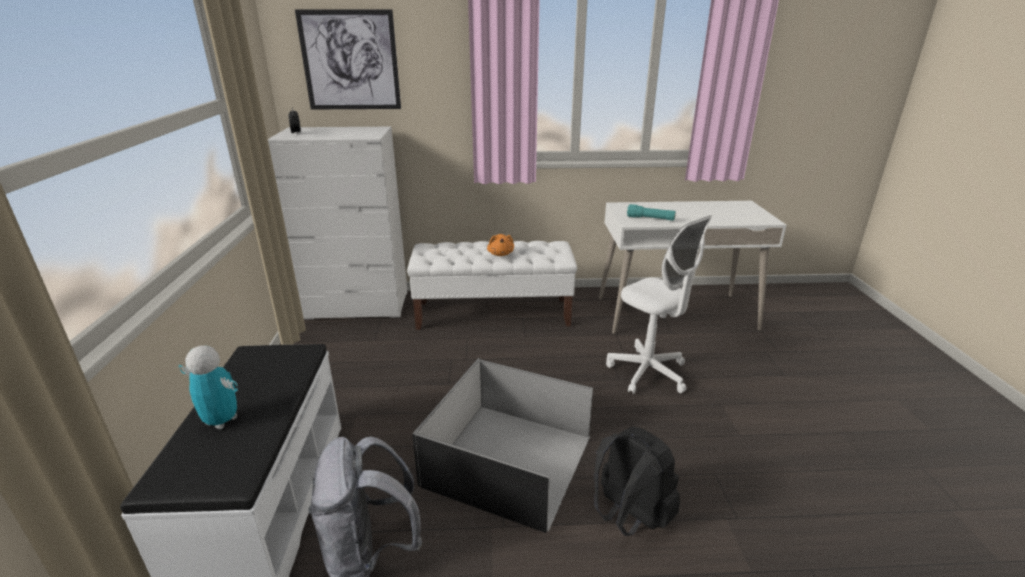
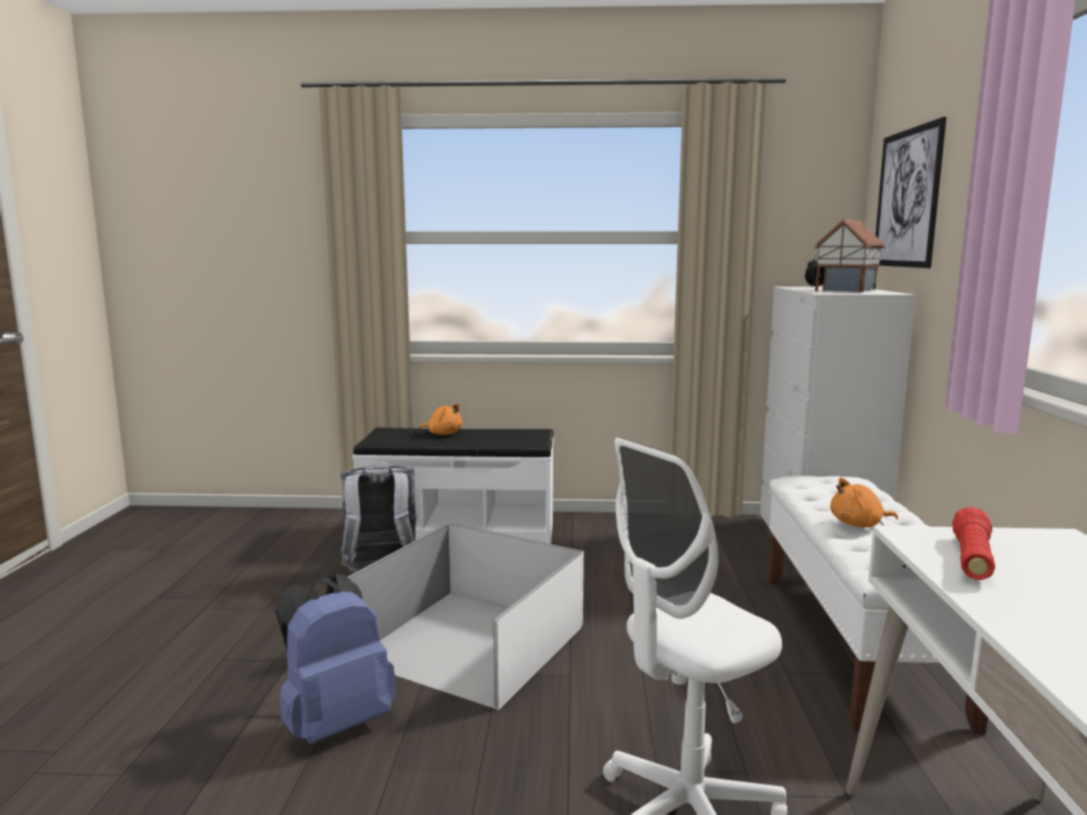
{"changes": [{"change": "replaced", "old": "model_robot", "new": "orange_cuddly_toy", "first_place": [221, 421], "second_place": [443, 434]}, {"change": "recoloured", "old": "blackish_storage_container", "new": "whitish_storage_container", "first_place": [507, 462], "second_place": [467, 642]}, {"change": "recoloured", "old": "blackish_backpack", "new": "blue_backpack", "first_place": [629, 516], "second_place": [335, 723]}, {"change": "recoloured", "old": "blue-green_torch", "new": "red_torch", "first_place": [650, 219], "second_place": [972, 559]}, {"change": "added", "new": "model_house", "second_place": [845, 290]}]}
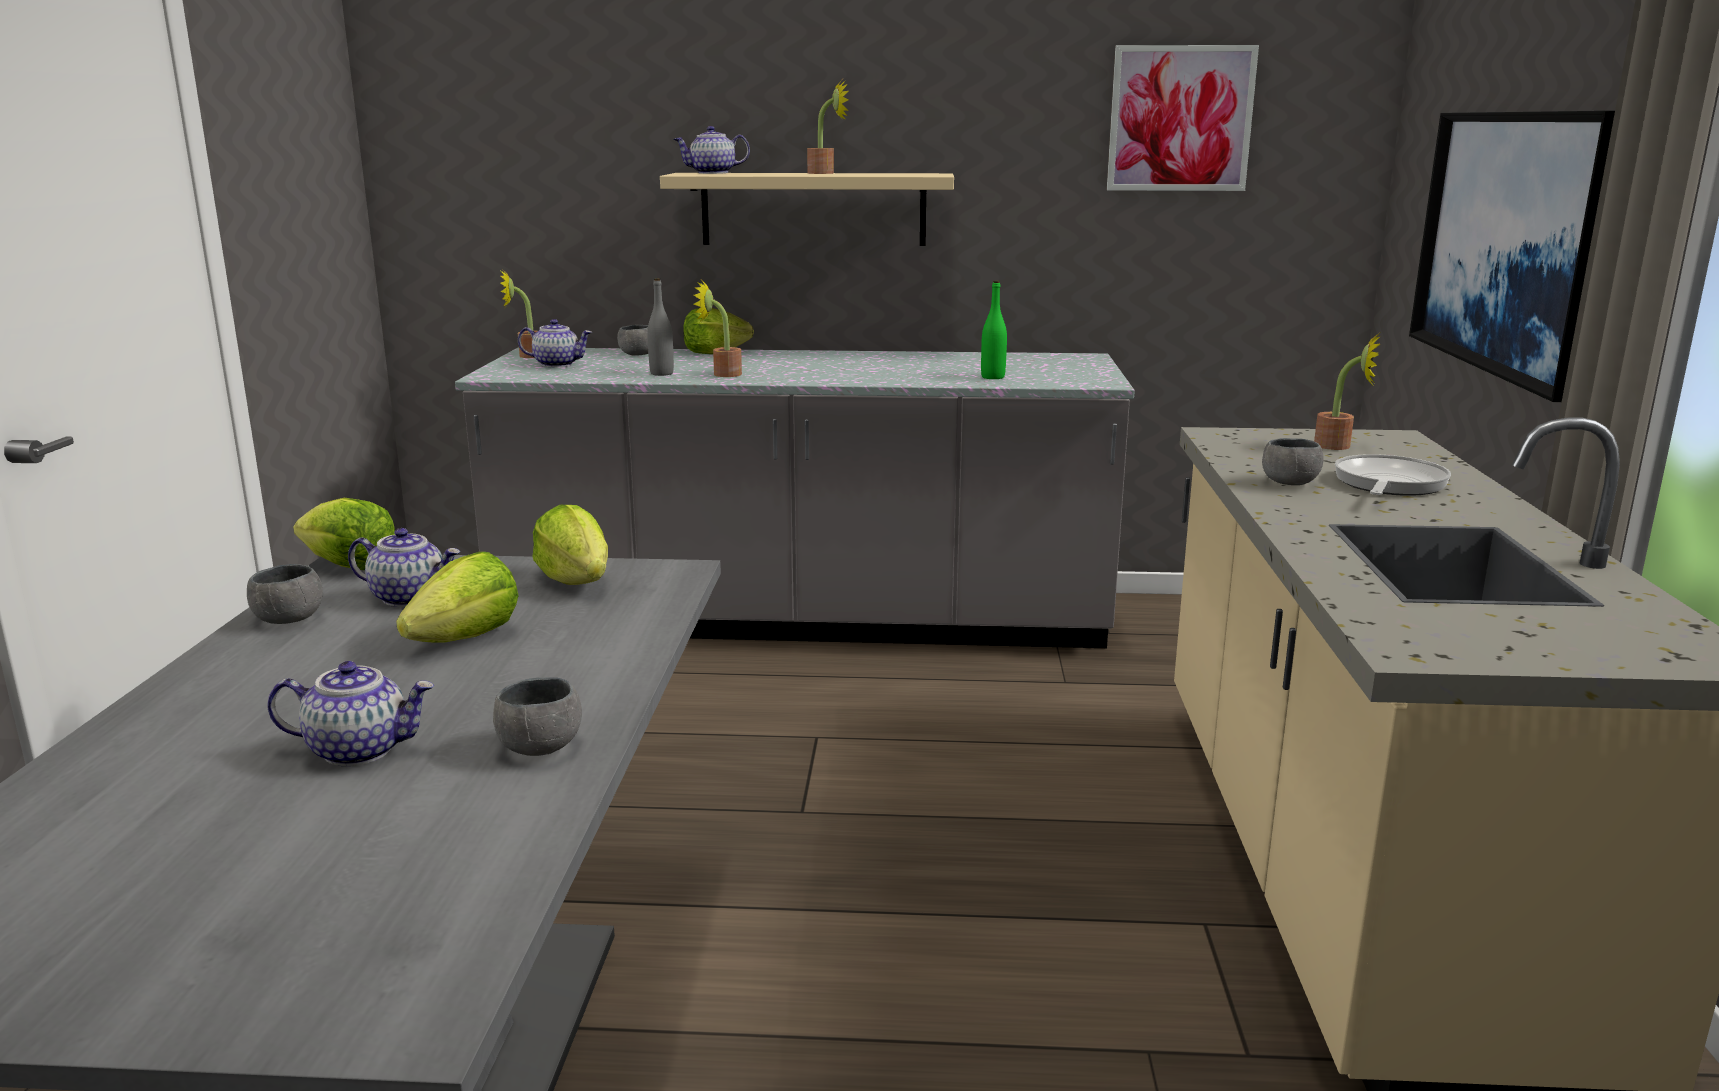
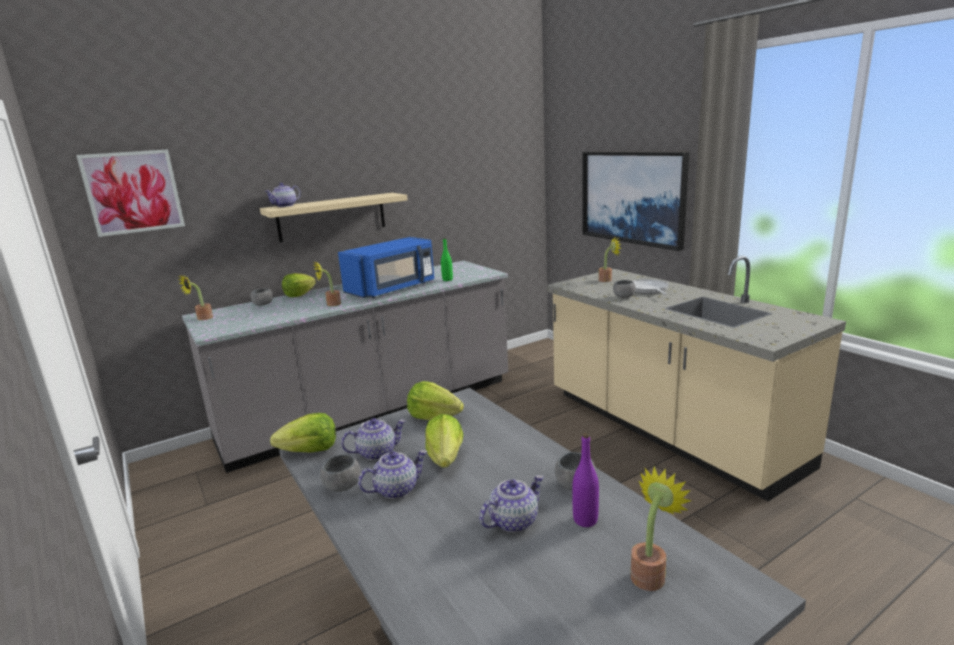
{"changes": [{"change": "moved", "old": "pot_for_tea", "first_place": [557, 364], "second_place": [396, 489]}, {"change": "removed", "old": "greyish_beverage_bottle", "first_place": [661, 373]}, {"change": "moved", "old": "potted_plant", "first_place": [826, 173], "second_place": [650, 573]}, {"change": "moved", "old": "wall_picture", "first_place": [1180, 119], "second_place": [133, 192]}, {"change": "added", "new": "blue_microwave_oven", "second_place": [393, 289]}, {"change": "added", "new": "purple_beverage_bottle", "second_place": [585, 520]}]}
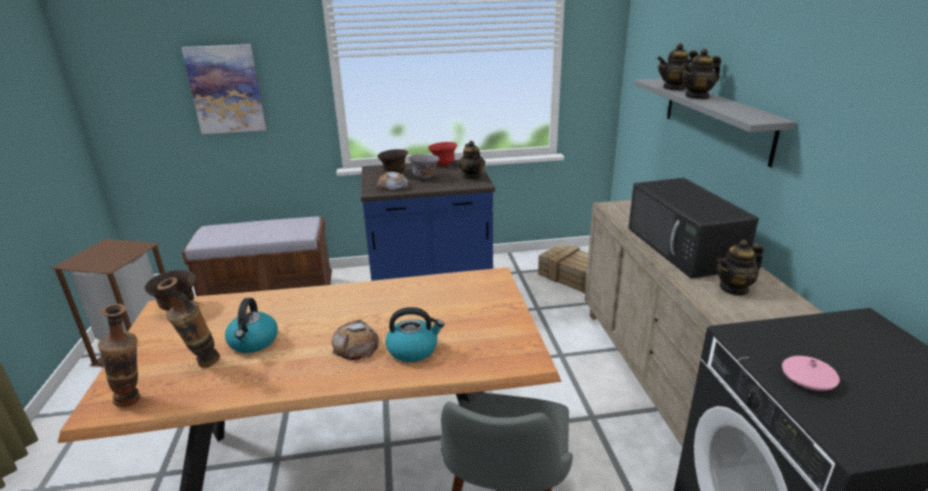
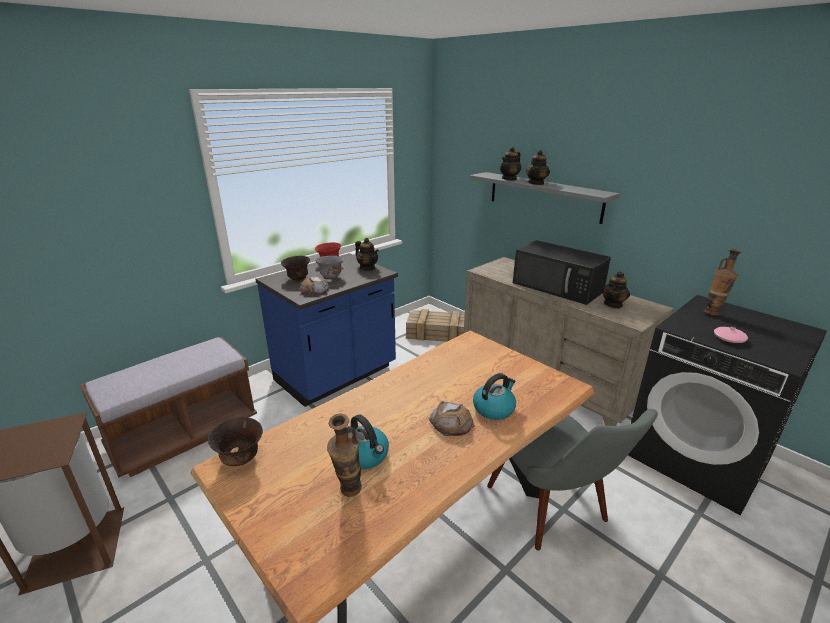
{"changes": [{"change": "moved", "old": "flower_vase", "first_place": [135, 400], "second_place": [713, 312]}, {"change": "removed", "old": "wall_picture", "first_place": [226, 89]}]}
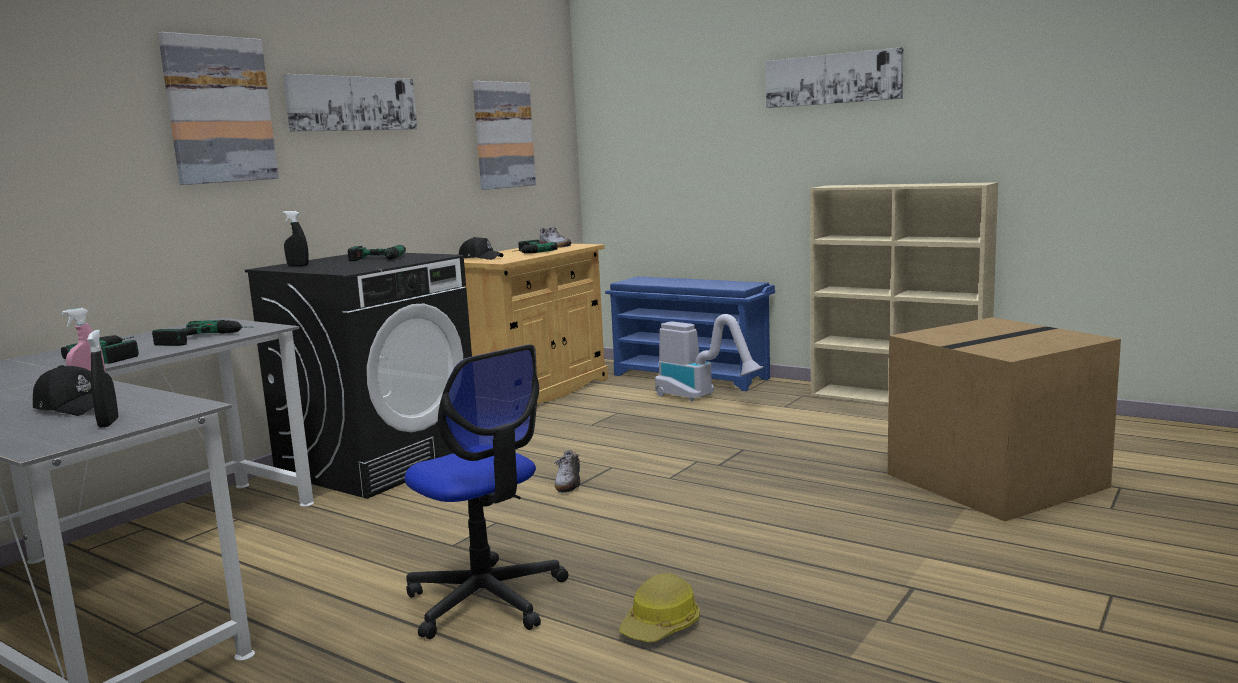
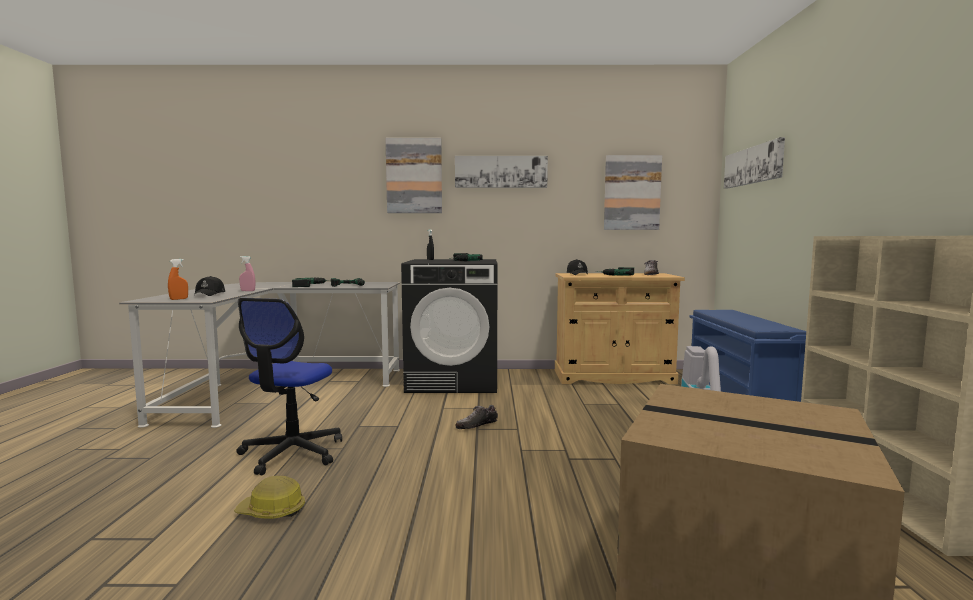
{"changes": [{"change": "recoloured", "old": "blackish_spray_bottle", "new": "orange_spray_bottle", "first_place": [108, 423], "second_place": [179, 299]}, {"change": "moved", "old": "wall_picture", "first_place": [833, 79], "second_place": [753, 165]}]}
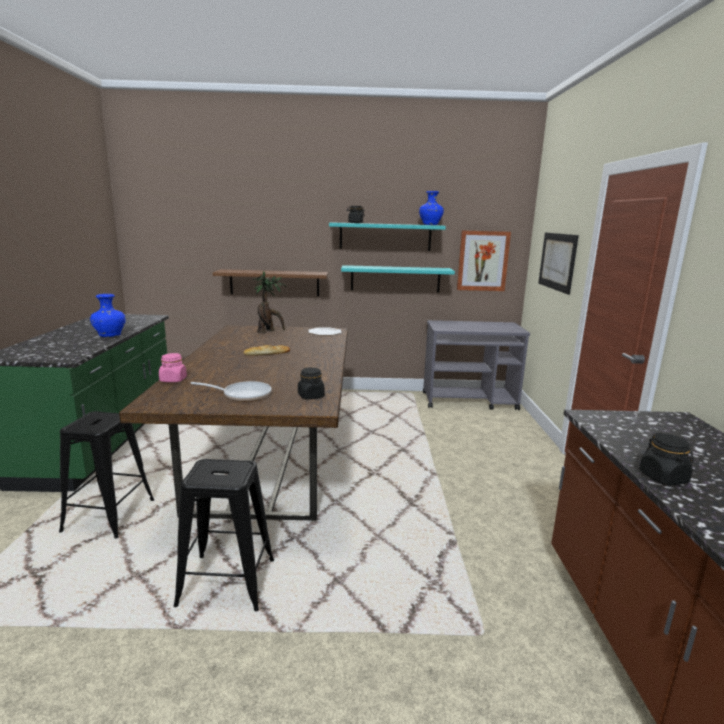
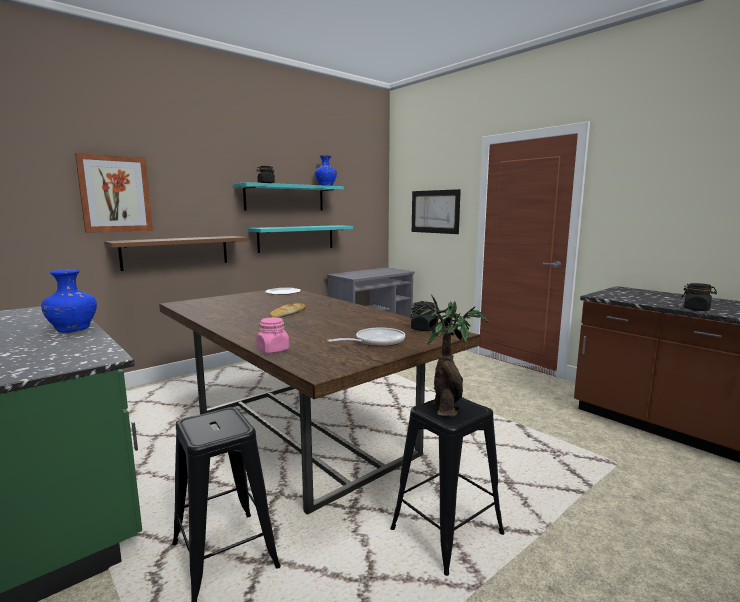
{"changes": [{"change": "moved", "old": "potted_plant", "first_place": [268, 331], "second_place": [446, 408]}, {"change": "moved", "old": "wall_picture", "first_place": [482, 261], "second_place": [115, 194]}]}
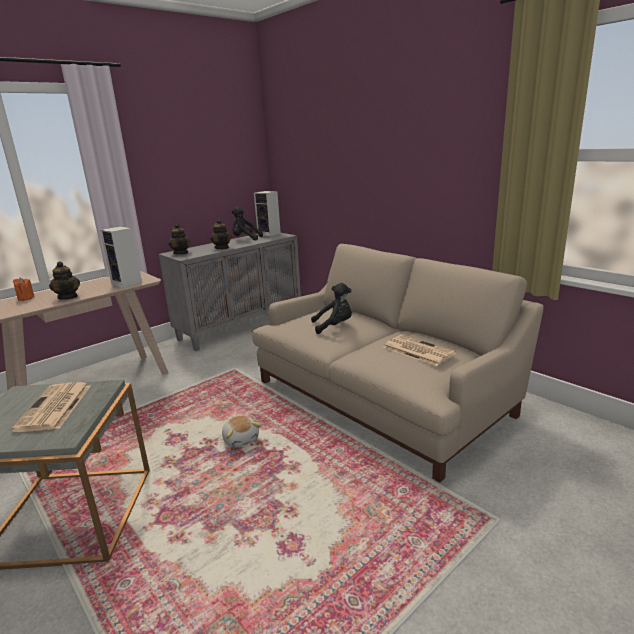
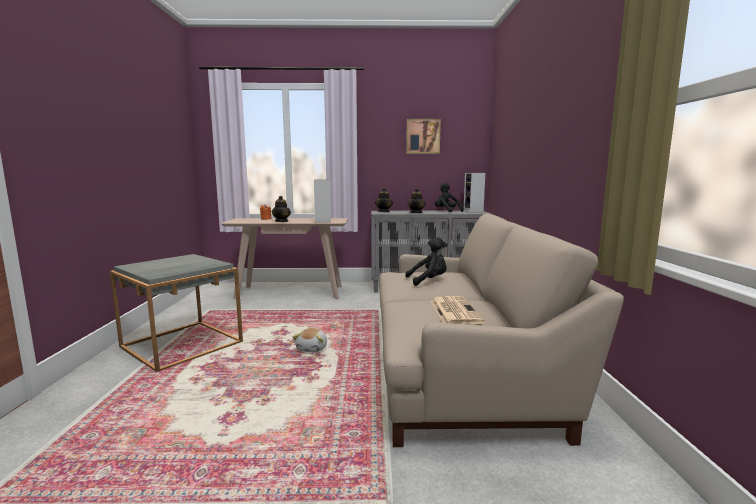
{"changes": [{"change": "removed", "old": "newspaper", "first_place": [54, 408]}, {"change": "turned", "old": "blackish_cuddly_toy", "first_place": [334, 326], "second_place": [429, 281], "degrees": -45}, {"change": "added", "new": "wall_picture", "second_place": [423, 136]}]}
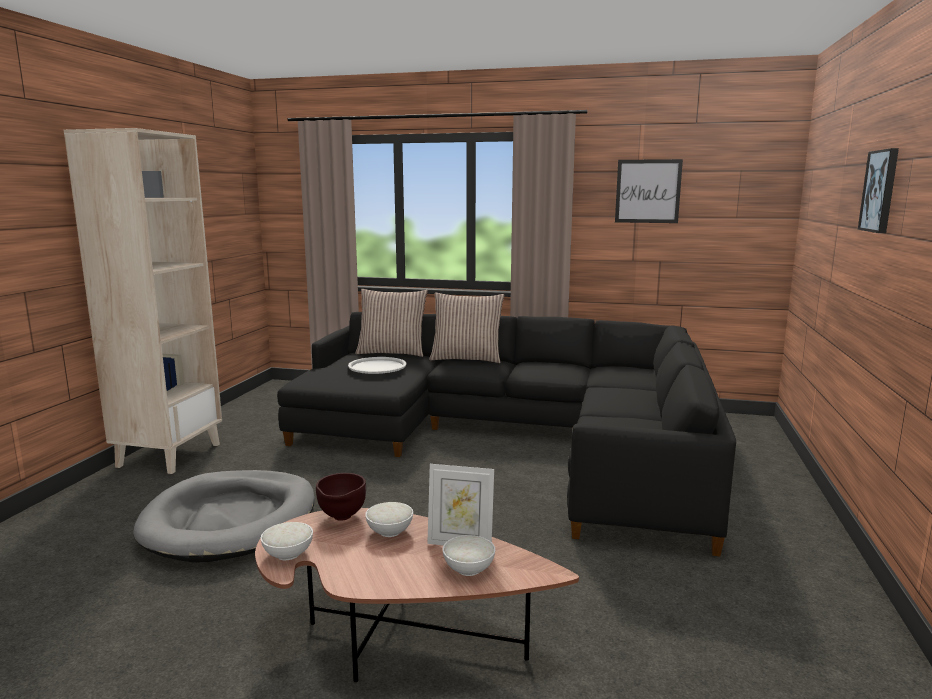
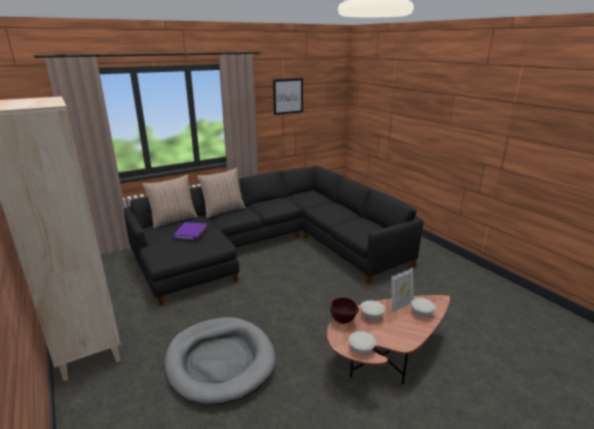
{"changes": [{"change": "replaced", "old": "whitish_tray", "new": "purple_volume", "first_place": [377, 366], "second_place": [191, 233]}, {"change": "removed", "old": "wall_picture", "first_place": [880, 191]}]}
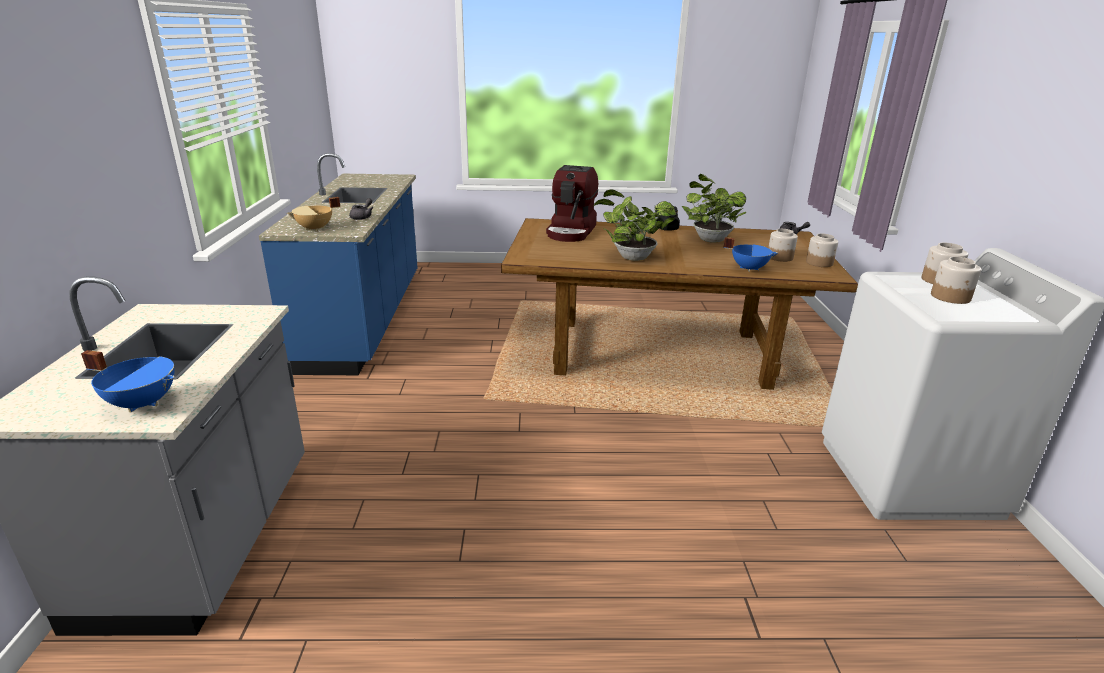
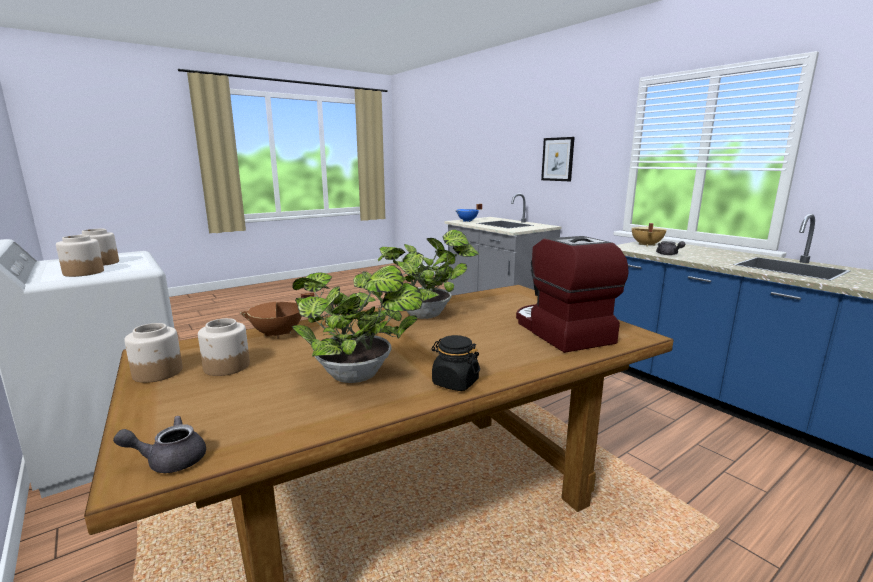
{"changes": [{"change": "recoloured", "old": "blue_stockpot", "new": "brown-coloured_stockpot", "first_place": [748, 268], "second_place": [278, 334]}, {"change": "added", "new": "wall_picture", "second_place": [557, 159]}]}
